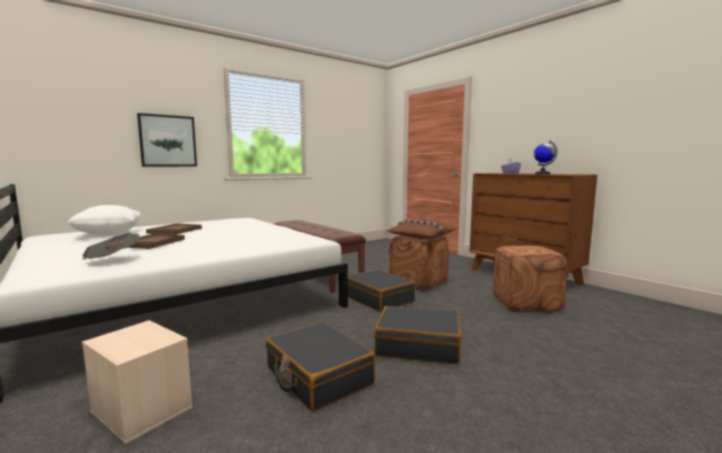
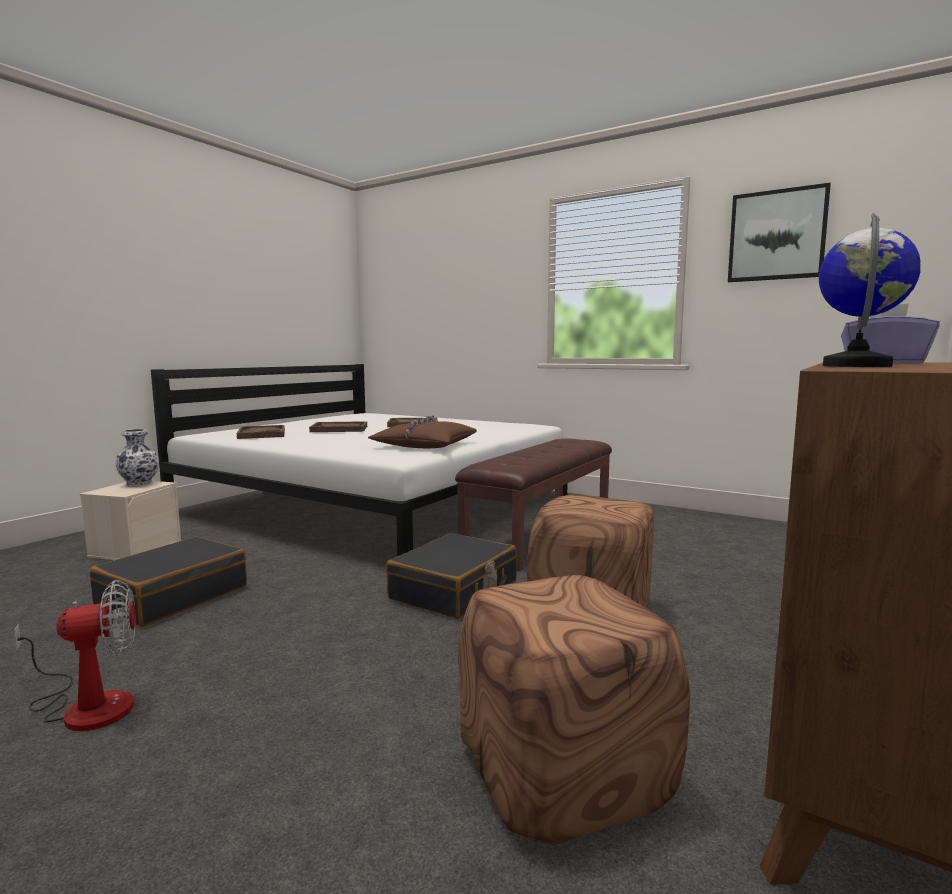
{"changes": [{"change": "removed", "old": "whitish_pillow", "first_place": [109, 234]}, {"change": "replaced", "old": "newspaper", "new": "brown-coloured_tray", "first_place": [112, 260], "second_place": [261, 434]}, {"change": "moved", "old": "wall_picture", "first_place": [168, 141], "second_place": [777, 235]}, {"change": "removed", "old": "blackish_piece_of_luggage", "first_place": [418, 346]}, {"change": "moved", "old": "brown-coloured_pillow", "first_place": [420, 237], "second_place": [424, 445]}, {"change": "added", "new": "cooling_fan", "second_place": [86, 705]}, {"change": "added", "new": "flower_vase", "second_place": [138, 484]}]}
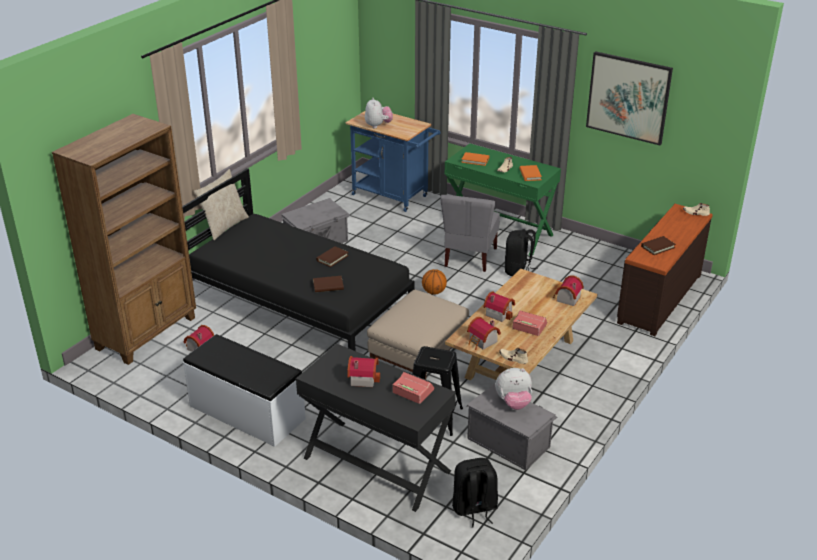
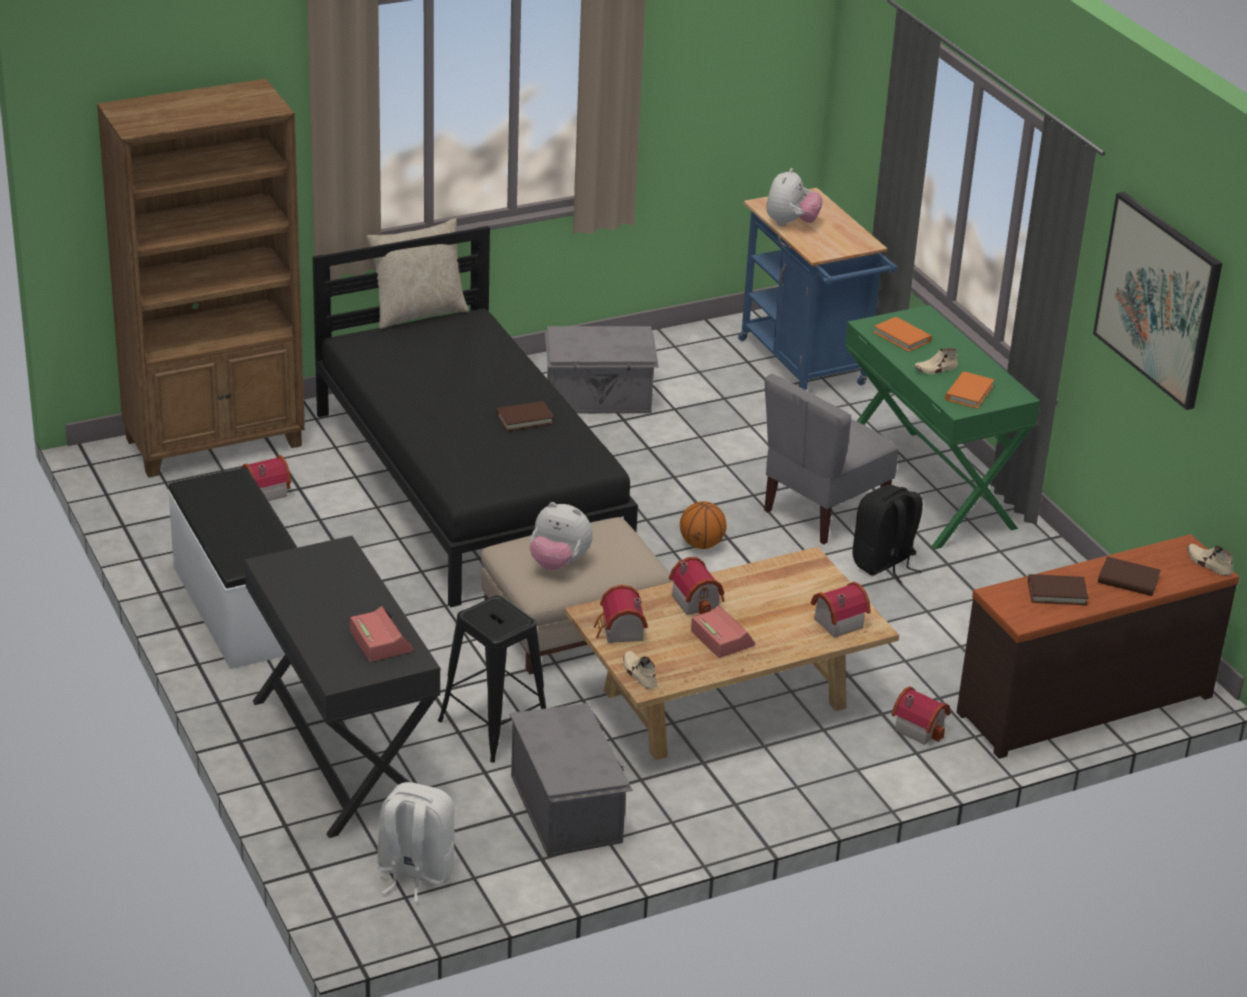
{"changes": [{"change": "moved", "old": "brown-coloured_volume", "first_place": [328, 286], "second_place": [1128, 580]}, {"change": "moved", "old": "model_house", "first_place": [362, 378], "second_place": [919, 727]}, {"change": "recoloured", "old": "blackish_backpack", "new": "whitish_backpack", "first_place": [474, 509], "second_place": [414, 873]}, {"change": "moved", "old": "cuddly_toy", "first_place": [513, 403], "second_place": [558, 563]}]}
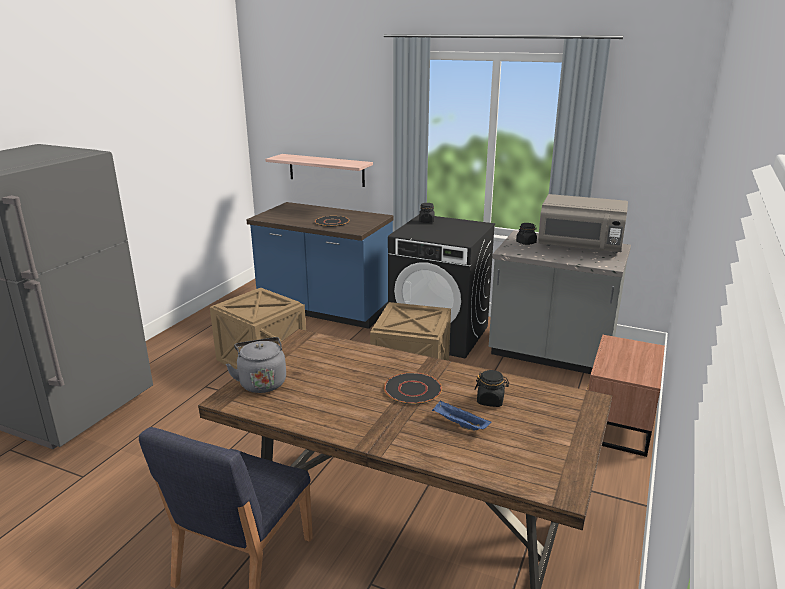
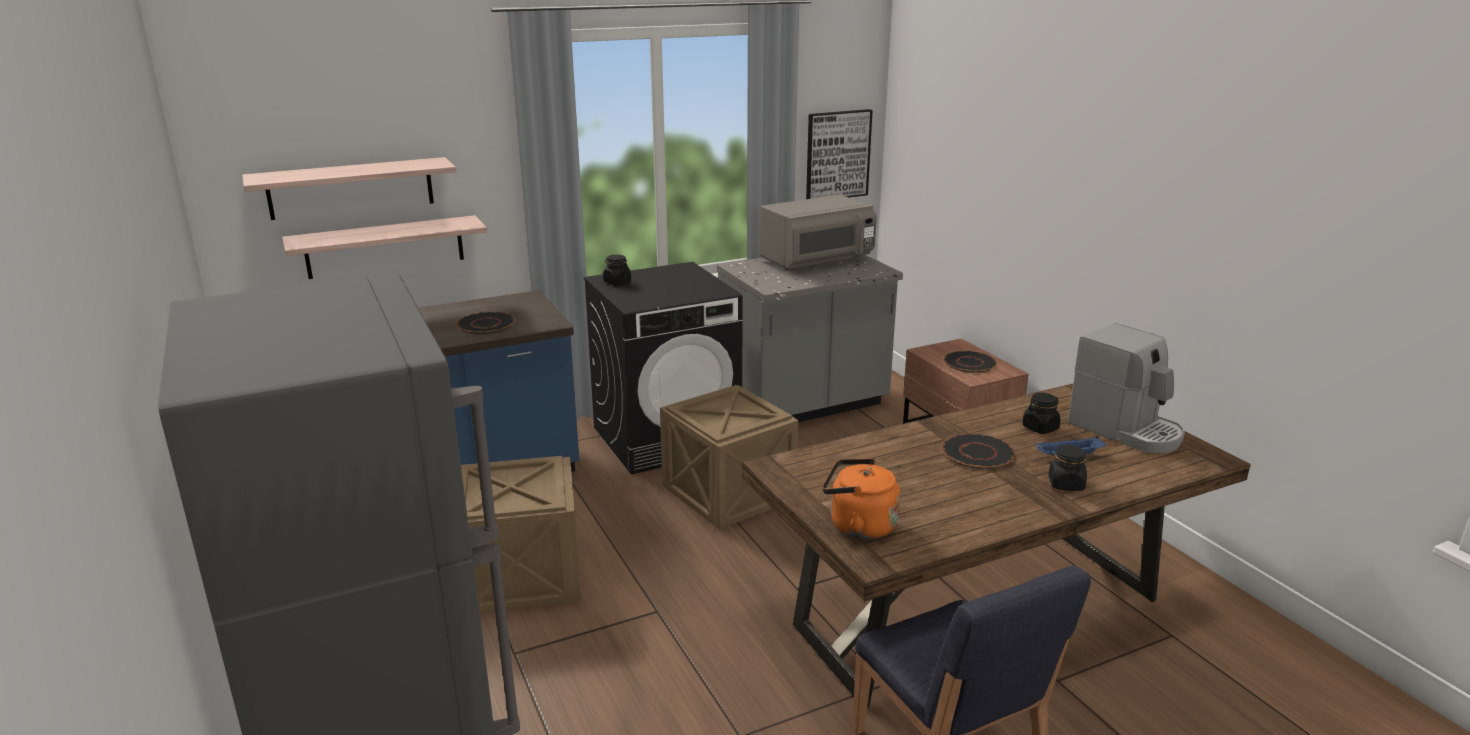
{"changes": [{"change": "recoloured", "old": "greyish_kettle", "new": "orange_kettle", "first_place": [261, 382], "second_place": [858, 526]}, {"change": "moved", "old": "blackish_storage_jar", "first_place": [526, 242], "second_place": [1066, 484]}, {"change": "added", "new": "wall_shelf", "second_place": [351, 188]}, {"change": "added", "new": "wall_picture", "second_place": [837, 155]}, {"change": "added", "new": "blackish_flat_dish", "second_place": [969, 363]}, {"change": "added", "new": "coffee_machine", "second_place": [1126, 430]}]}
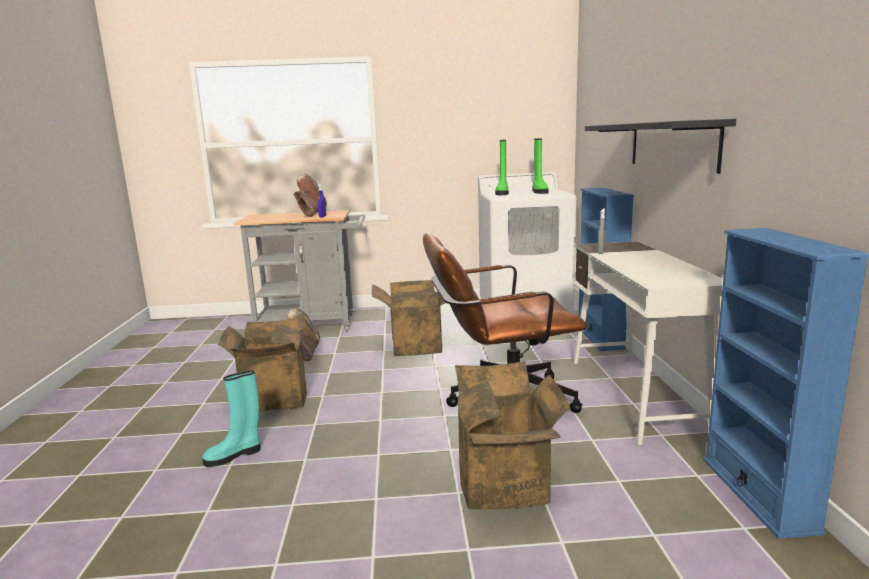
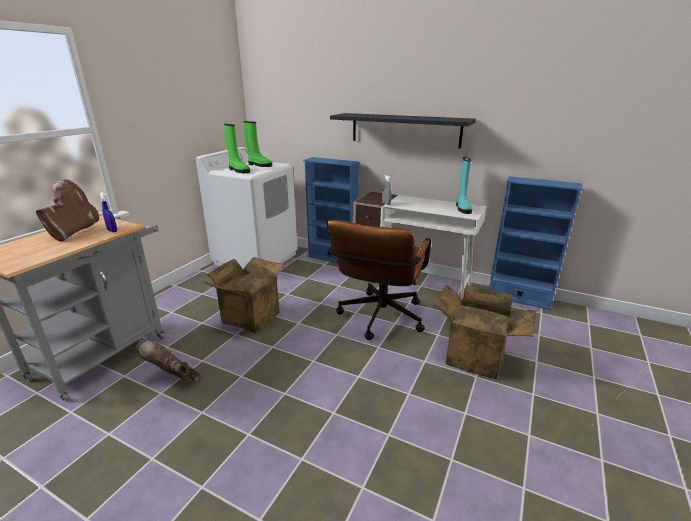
{"changes": [{"change": "moved", "old": "blue-green_tall_boot", "first_place": [234, 455], "second_place": [462, 208]}, {"change": "removed", "old": "cardboard_box", "first_place": [272, 398]}, {"change": "turned", "old": "brown-coloured_tall_boot", "first_place": [311, 214], "second_place": [74, 231], "degrees": 60}]}
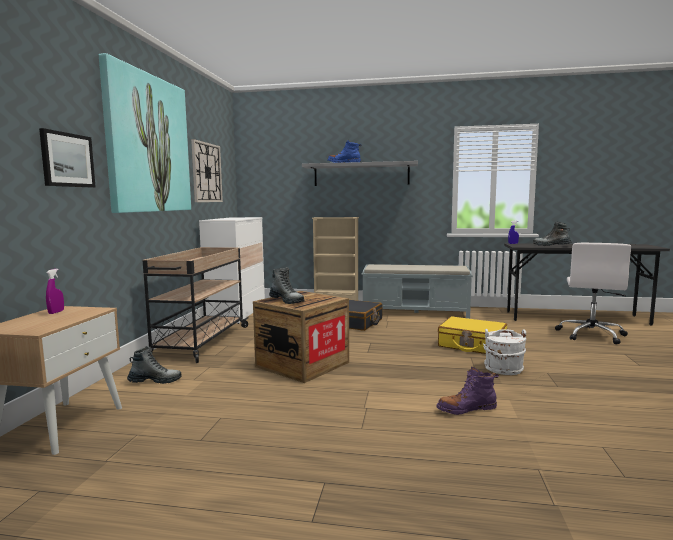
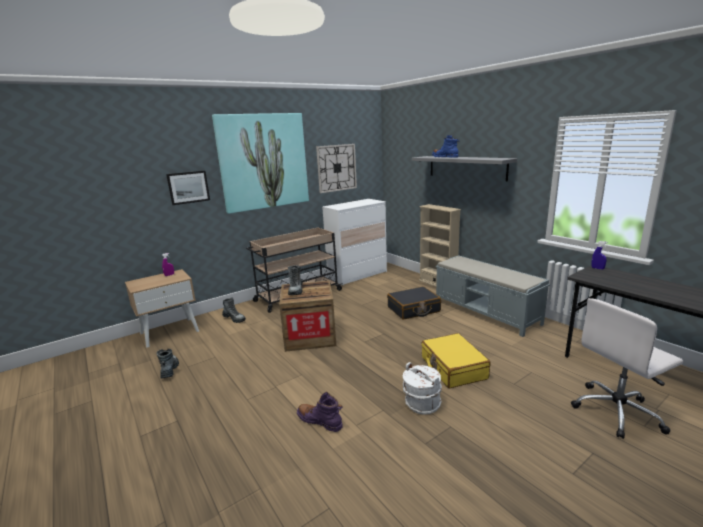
{"changes": [{"change": "moved", "old": "tall_boot", "first_place": [551, 245], "second_place": [169, 370]}]}
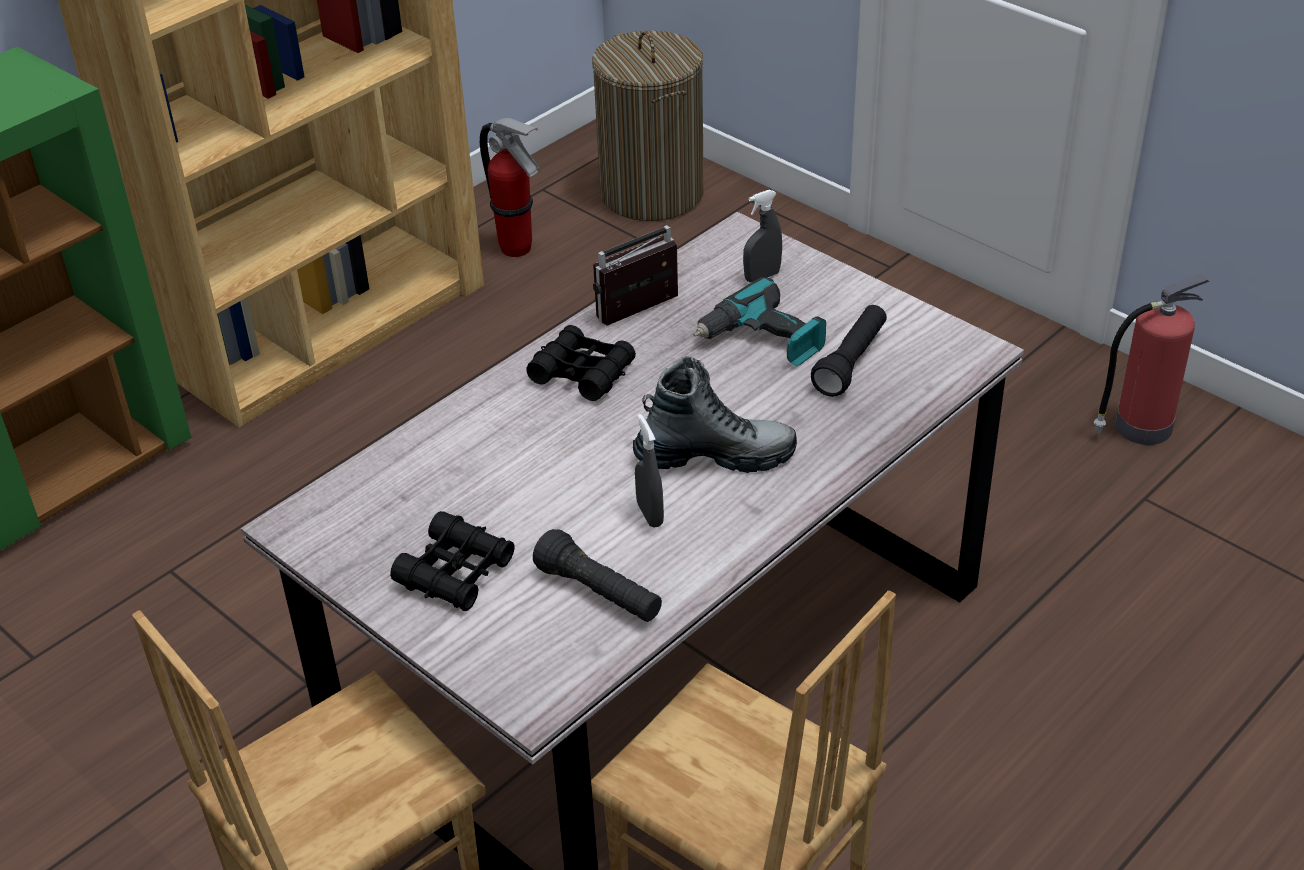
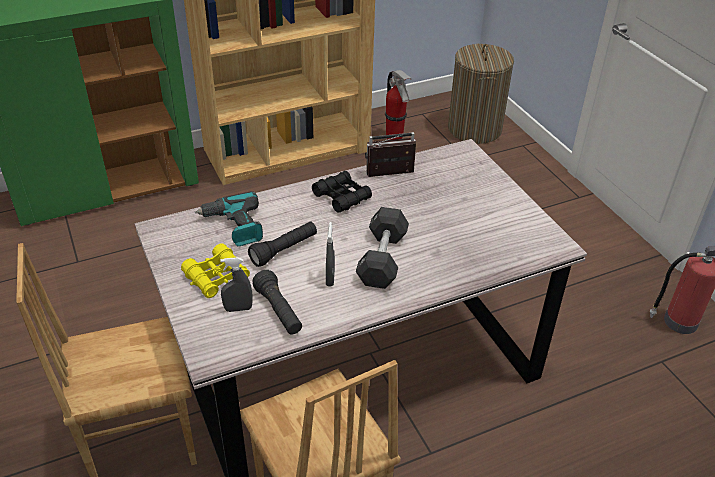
{"changes": [{"change": "recoloured", "old": "blackish_field_glasses", "new": "yellow_field_glasses", "first_place": [455, 572], "second_place": [216, 277]}, {"change": "replaced", "old": "tall_boot", "new": "blackish_free_weight", "first_place": [715, 456], "second_place": [382, 259]}, {"change": "moved", "old": "drill", "first_place": [762, 341], "second_place": [234, 226]}, {"change": "moved", "old": "greyish_spray_bottle", "first_place": [762, 276], "second_place": [238, 309]}, {"change": "moved", "old": "blackish_torch", "first_place": [851, 362], "second_place": [284, 250]}]}
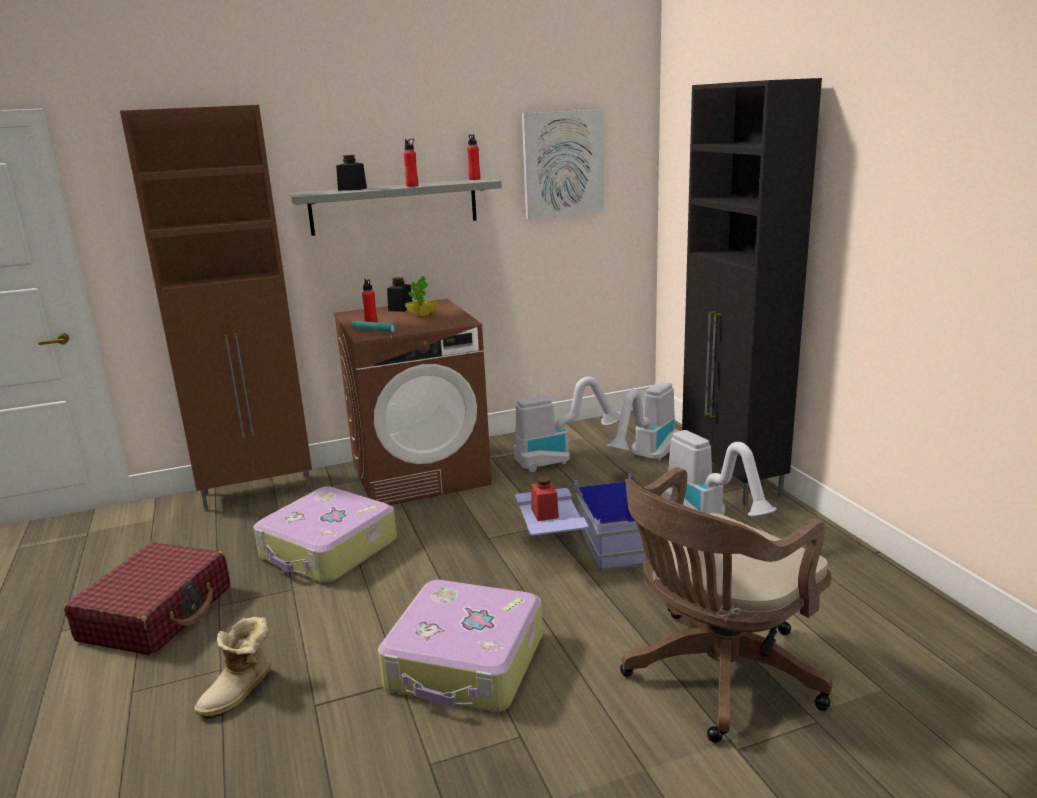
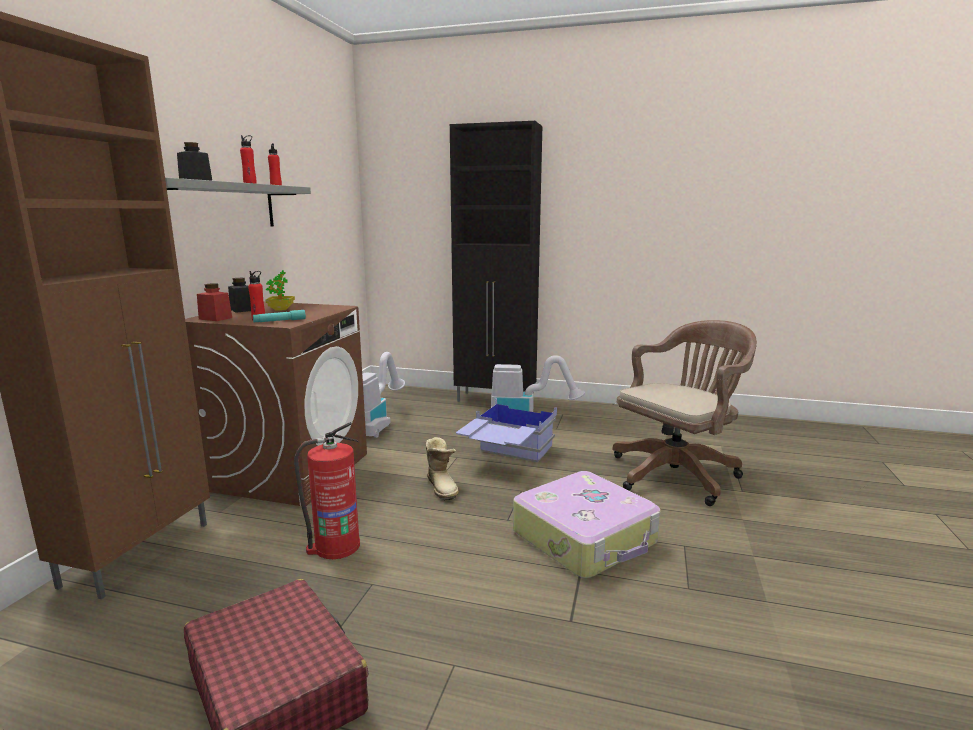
{"changes": [{"change": "moved", "old": "tall_boot", "first_place": [240, 692], "second_place": [443, 487]}, {"change": "replaced", "old": "piece_of_luggage", "new": "fire_extinguisher", "first_place": [328, 550], "second_place": [336, 546]}, {"change": "removed", "old": "wall_picture", "first_place": [562, 164]}, {"change": "moved", "old": "red_storage_jar", "first_place": [545, 513], "second_place": [215, 318]}, {"change": "removed", "old": "vacuum_cleaner", "first_place": [646, 458]}, {"change": "turned", "old": "brown-coloured_desk_chair", "first_place": [716, 677], "second_place": [678, 473], "degrees": -120}]}
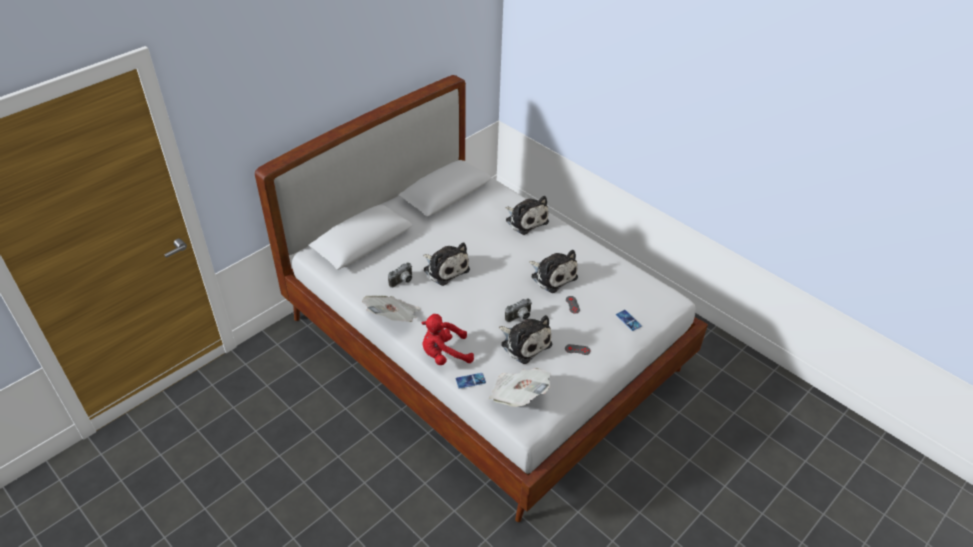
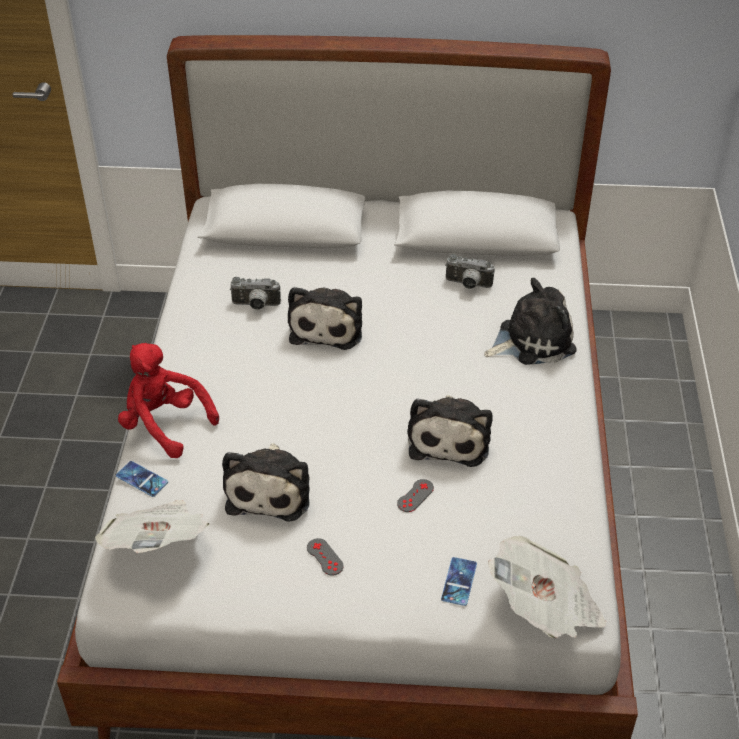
{"changes": [{"change": "moved", "old": "newspaper", "first_place": [393, 318], "second_place": [545, 608]}, {"change": "turned", "old": "cuddly_toy", "first_place": [525, 220], "second_place": [531, 340], "degrees": -120}, {"change": "moved", "old": "still_camera", "first_place": [520, 317], "second_place": [467, 285]}]}
